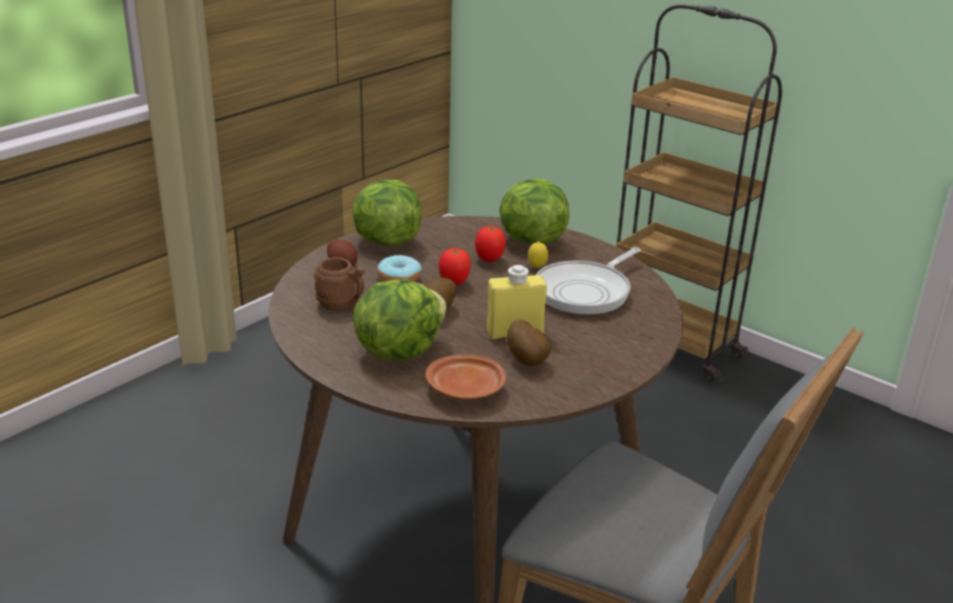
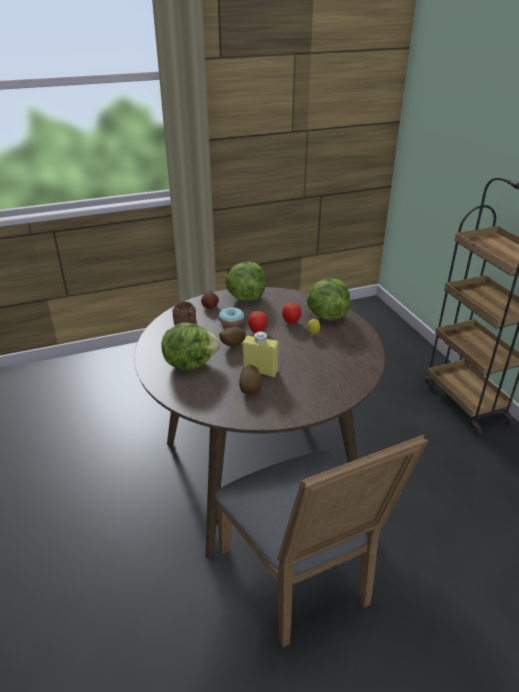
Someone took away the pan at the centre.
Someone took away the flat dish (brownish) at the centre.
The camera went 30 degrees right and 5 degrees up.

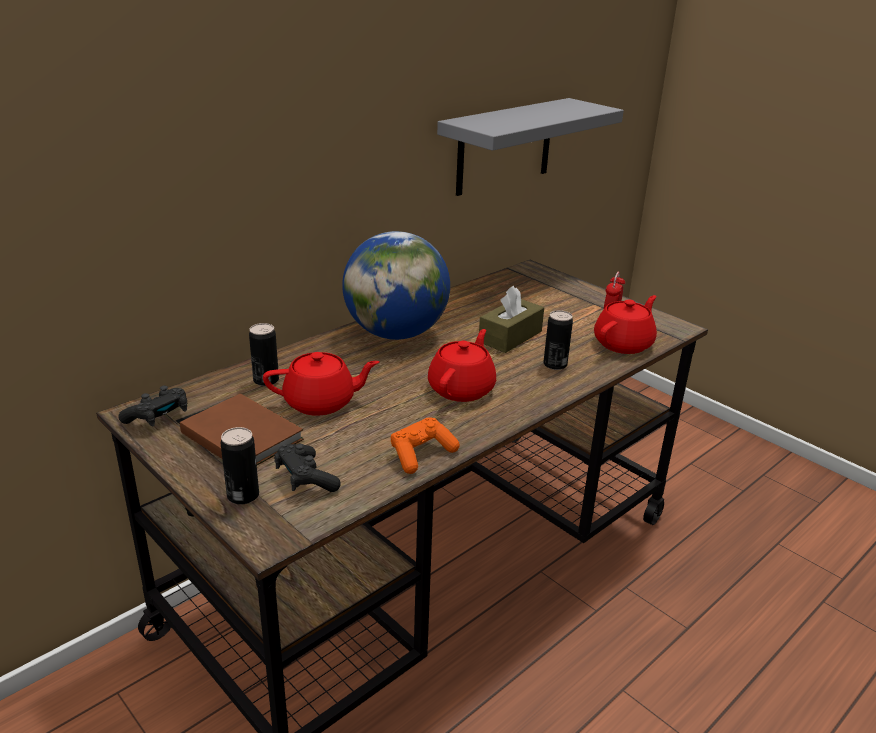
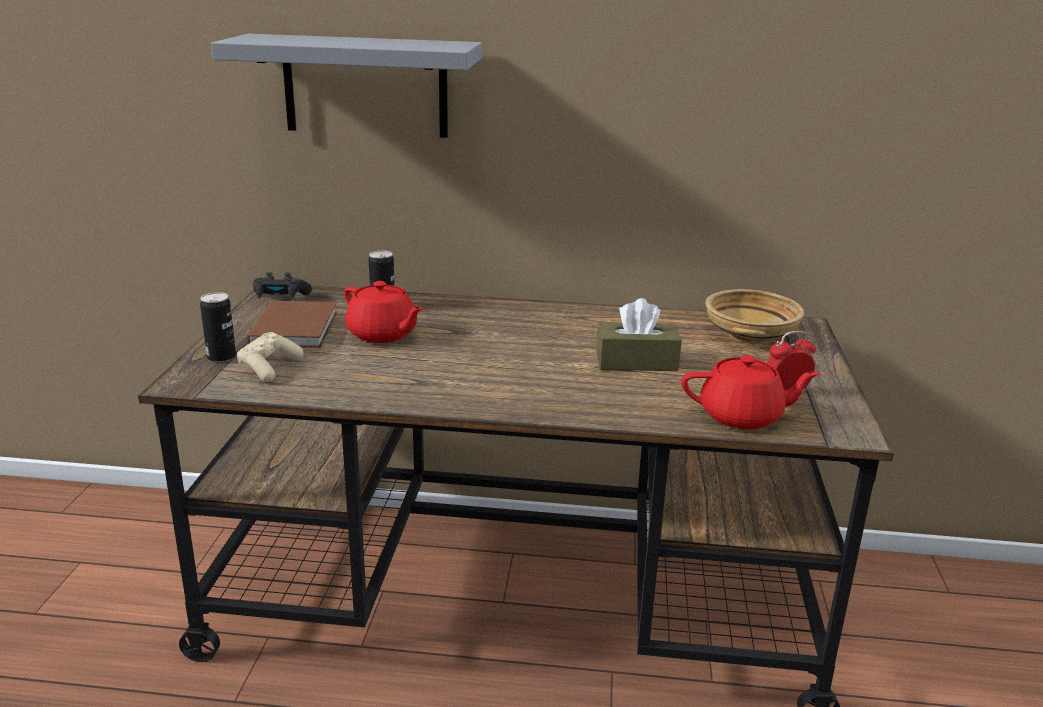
Someone carried the shelf (greyish) from the top centre to the top left.
Someone took away the globe at the centre.
Someone took away the can (3rd from left) at the centre.
Someone took away the pot for tea (red-coloured) (2nd from left) at the centre.
Someone took away the game controller (orange) at the centre.
Someone repainted the game controller (black) (2nd from left) at the centre, which became the game controller (beige-coloured) at the middle left.
Someone put down the deep dish (beige-coloured) at the middle right.
The camera went 50 degrees right and 5 degrees down.

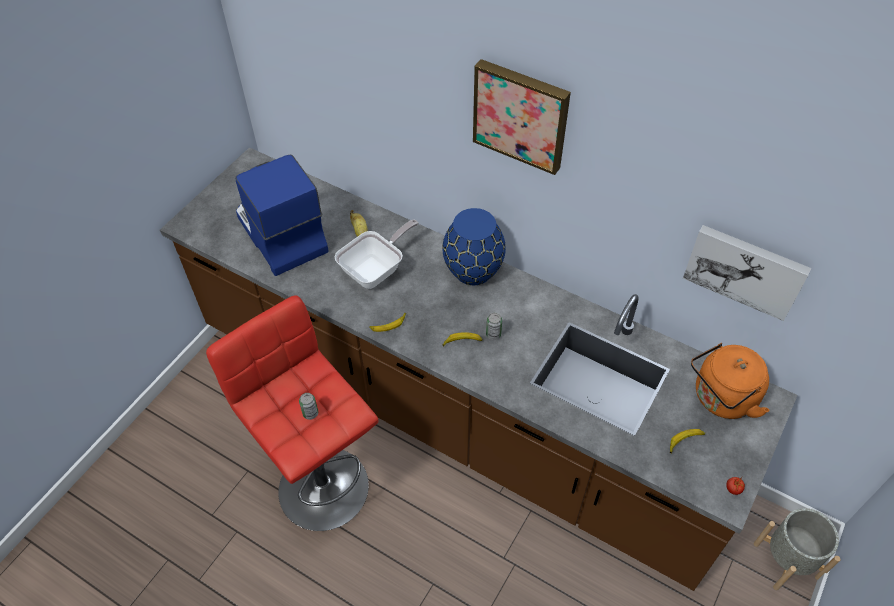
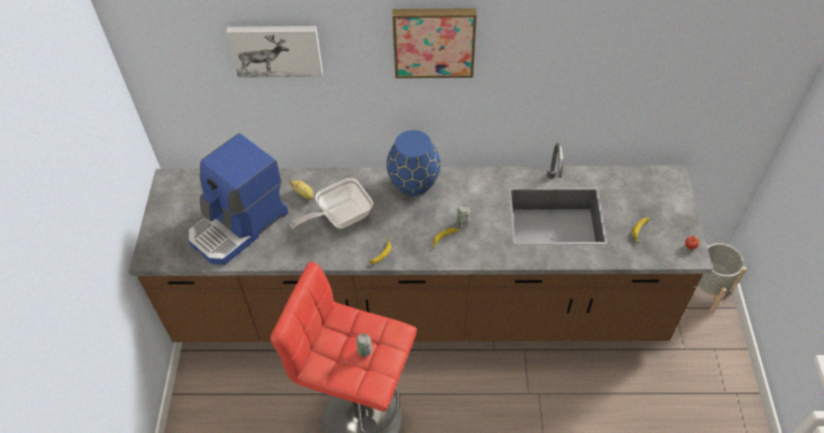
Someone rotated the coffee machine at the middle left by 75 degrees counterclockwise.
Someone rotated the pan at the centre by 135 degrees counterclockwise.
Someone carried the wall art (2nd from left in the first image) from the middle right to the top left.
Someone took away the tea kettle (orange) at the middle right.
The camera went 30 degrees left and 0 degrees up.

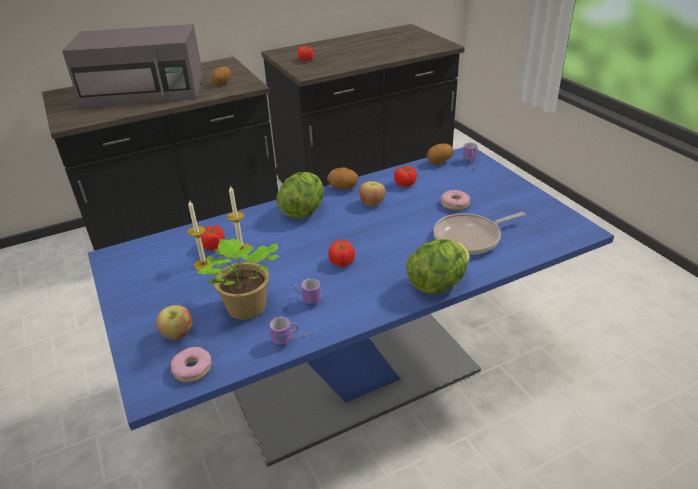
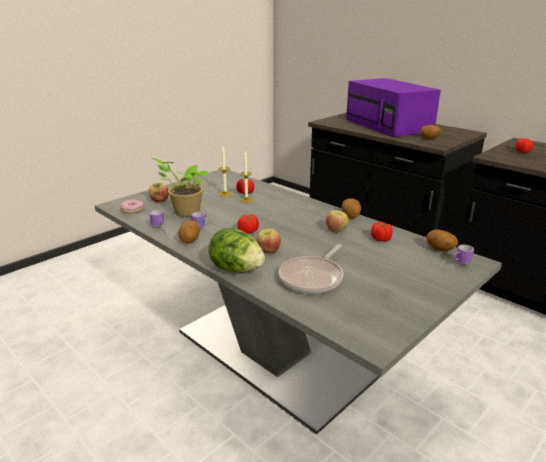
Someone repainted the microwave oven (greyish) at the top left, which became the microwave oven (purple) at the top right.
Someone repainted the kitchen table (blue) at the centre, which became the kitchen table (greyish) at the centre.
Someone took away the lettuce head (1st from left) at the centre.
Someone took away the ring doughnut (2nd from left) at the centre.
Someone rotated the pan at the middle right by 105 degrees counterclockwise.
Someone put down the spud (1st from left) at the centre.
Someone put down the apple fruit (2nd from left) at the centre.
The camera went 70 degrees right and 10 degrees down.

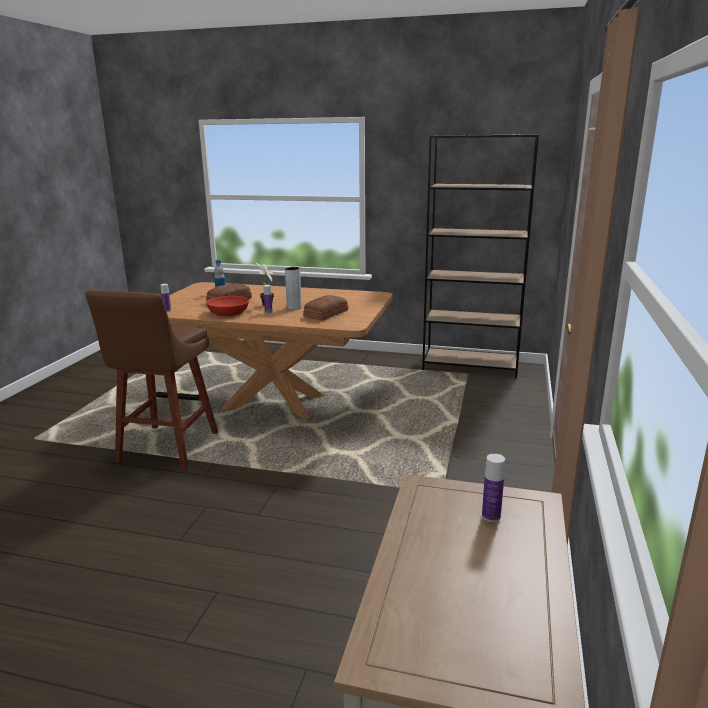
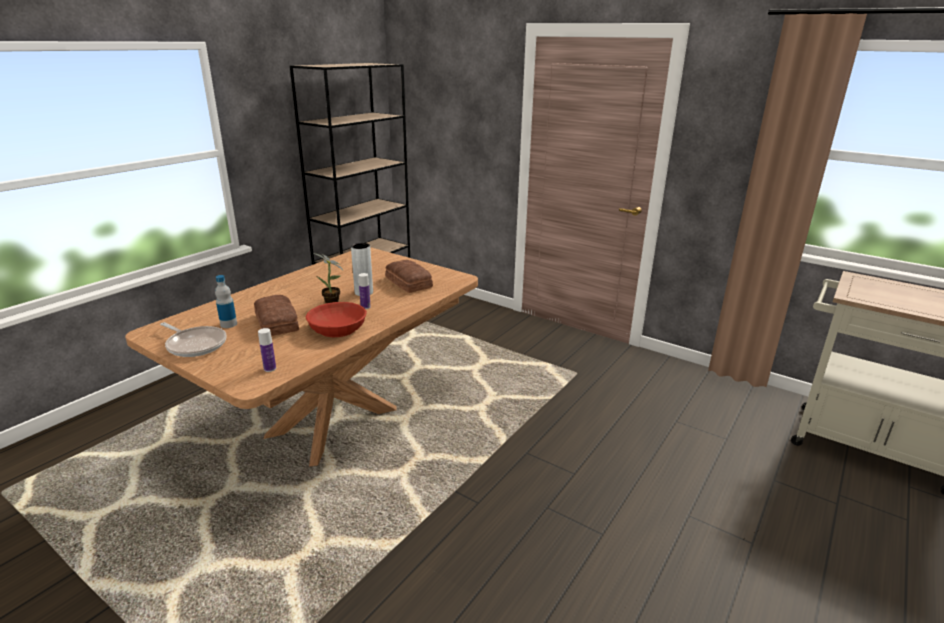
Someone took away the stool (brownish) at the middle left.
Someone took away the beverage bottle (4th from left) at the bottom right.
Someone put down the pan at the middle left.
The camera went 70 degrees left and 5 degrees up.

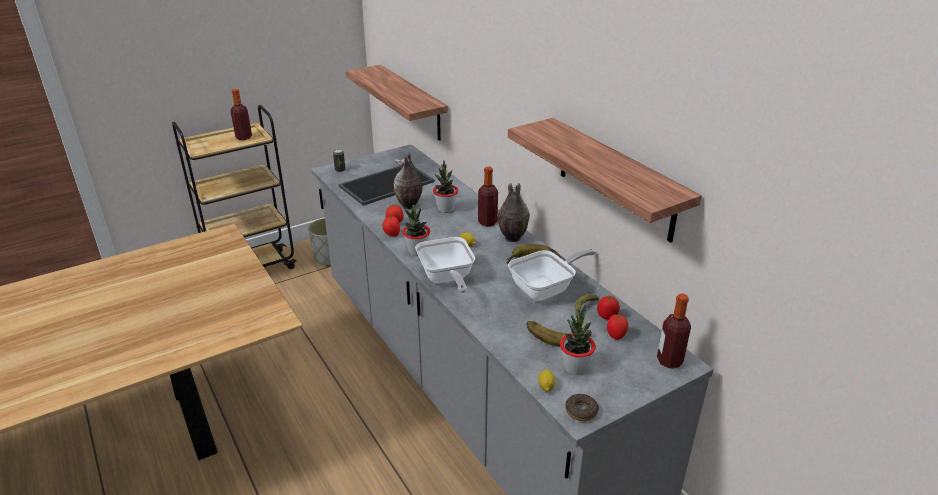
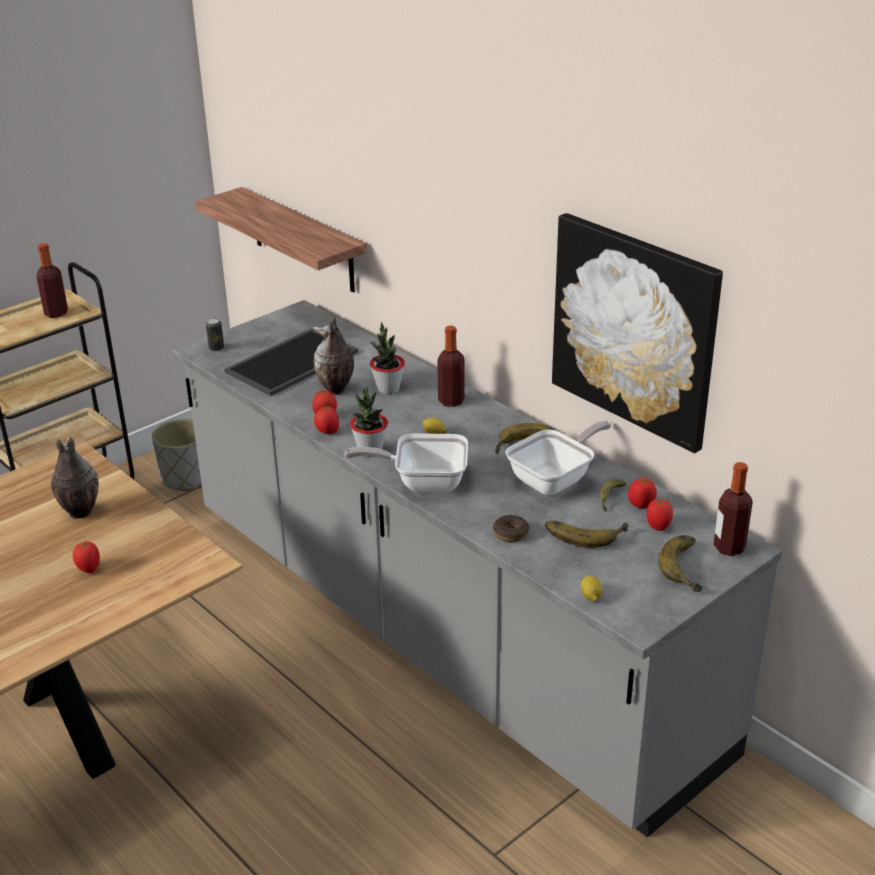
Someone swapped the shelf (2nd from left) at the centre for the wall art at the middle right.
Someone carried the decorative vase (2nd from left in the first image) from the centre to the middle left.
Someone rotated the pan (1st from left) at the centre by 120 degrees clockwise.
Someone took away the houseplant (3rd from left) at the bottom centre.
Someone carried the ring doughnut from the bottom centre to the centre.
Someone put down the whole banana (4th from left) at the middle right.
Someone put down the tomato (1st from left) at the middle left.
The camera went 10 degrees left and 0 degrees up.

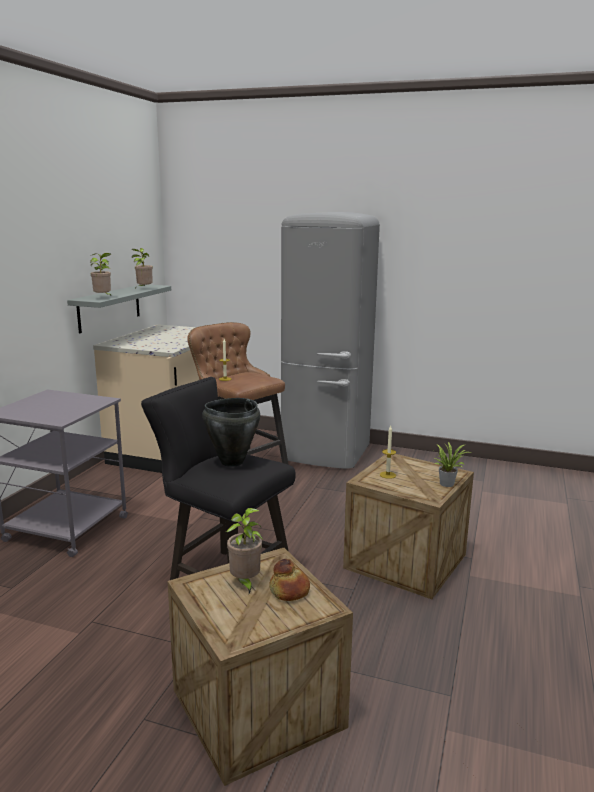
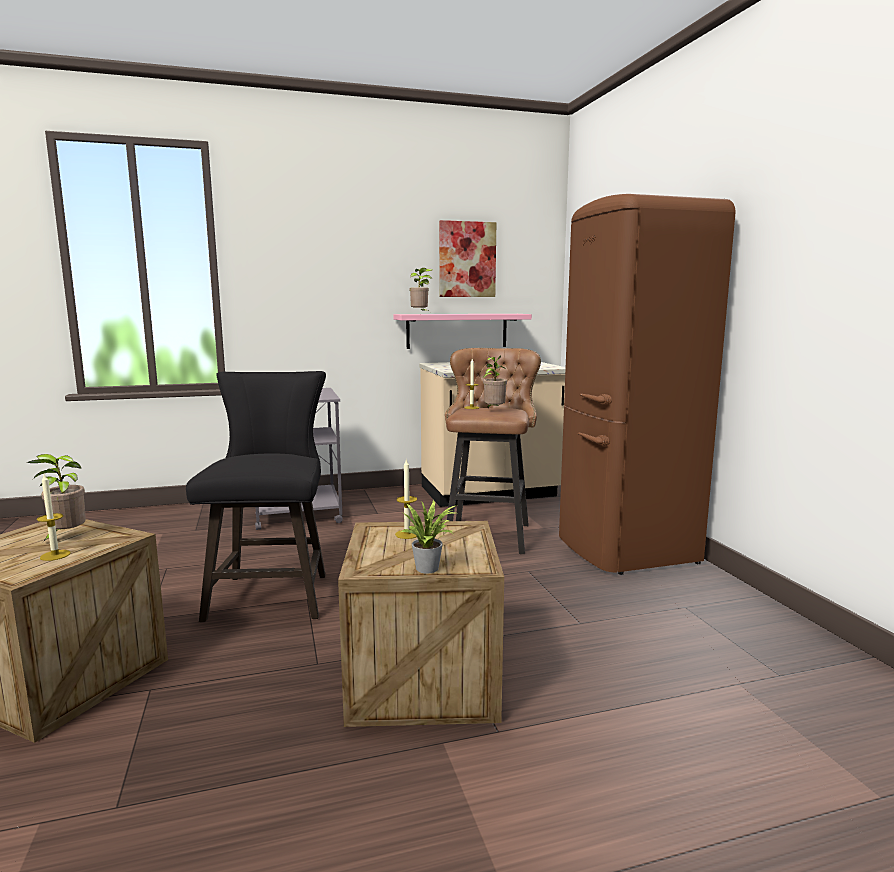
Someone repainted the kitchen fridge (greyish) at the centre, which became the kitchen fridge (brownish) at the middle right.
Someone carried the houseplant (2nd from left in the first image) from the middle left to the centre.
Someone repainted the shelf (greyish) at the middle left, which became the shelf (pink) at the centre.
Someone took away the saucepot (black) at the centre.
Someone swapped the bakery bread at the bottom centre for the wax light (1st from left) at the middle left.
Someone put up the wall art at the top centre.
The camera went 55 degrees right and 5 degrees down.

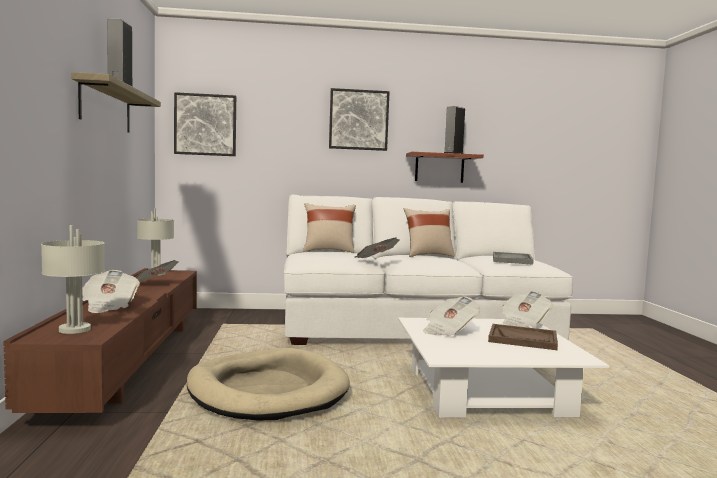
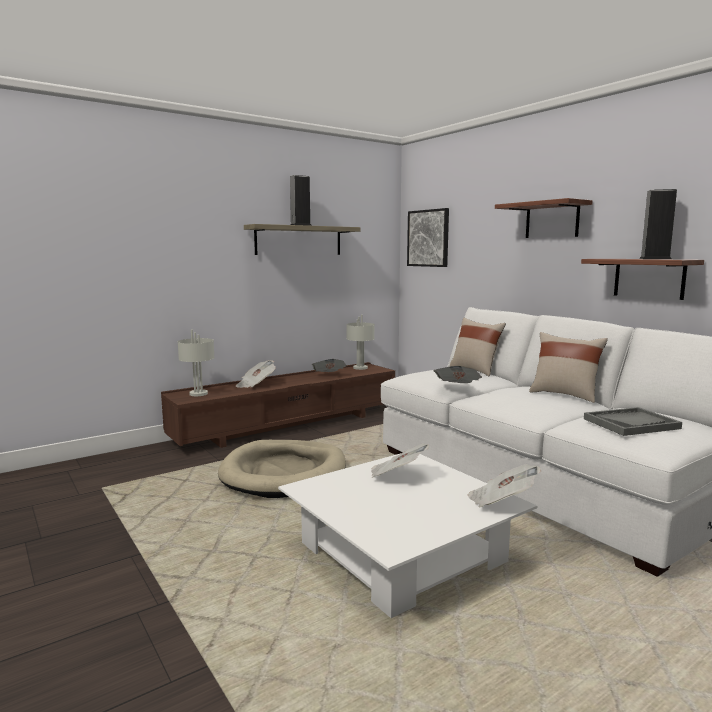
Someone swapped the wall art (2nd from left) at the top centre for the shelf (2nd from left) at the top right.
Someone took away the carrying tray (brownish) at the bottom right.
The camera went 60 degrees right and 5 degrees up.

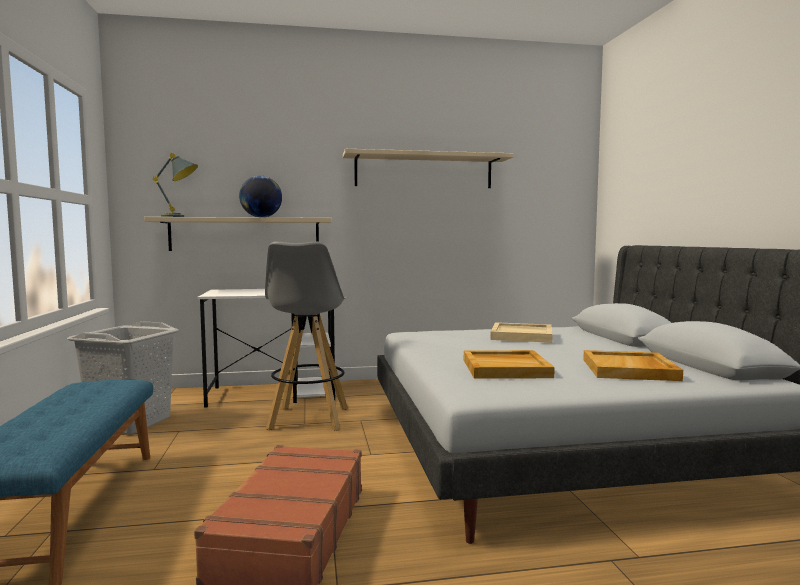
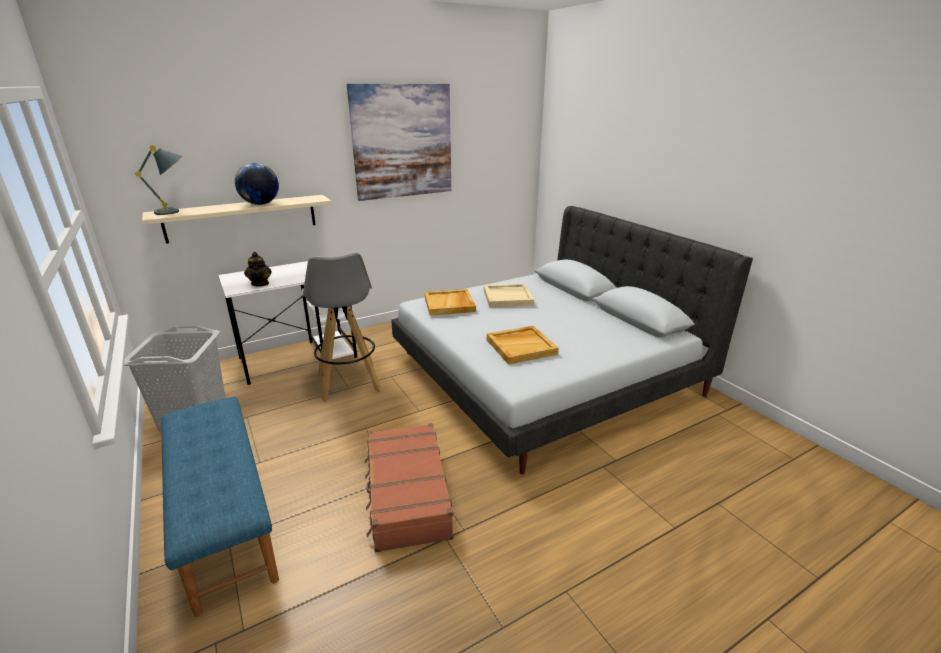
Someone swapped the shelf (beige-coloured) (2nd from left) at the top centre for the wall art at the top centre.
Someone carried the carrying tray (beige-coloured) (3rd from left in the first image) from the middle right to the centre.
Someone put down the pot for tea at the middle left.
The camera went 20 degrees left and 20 degrees up.

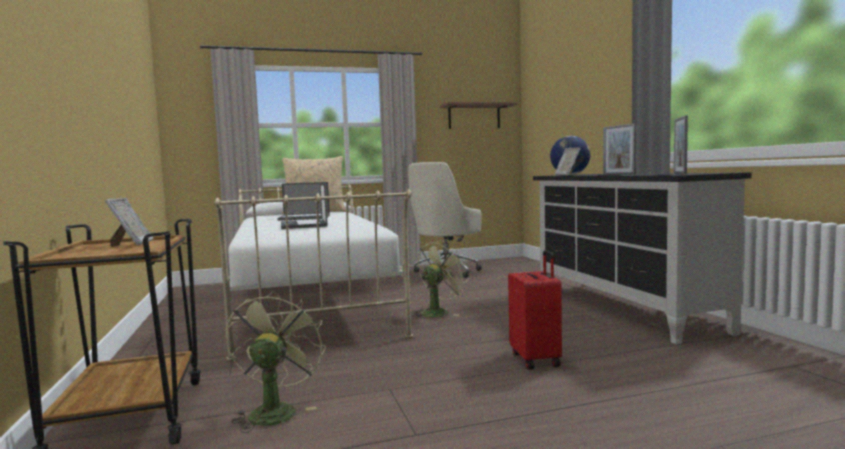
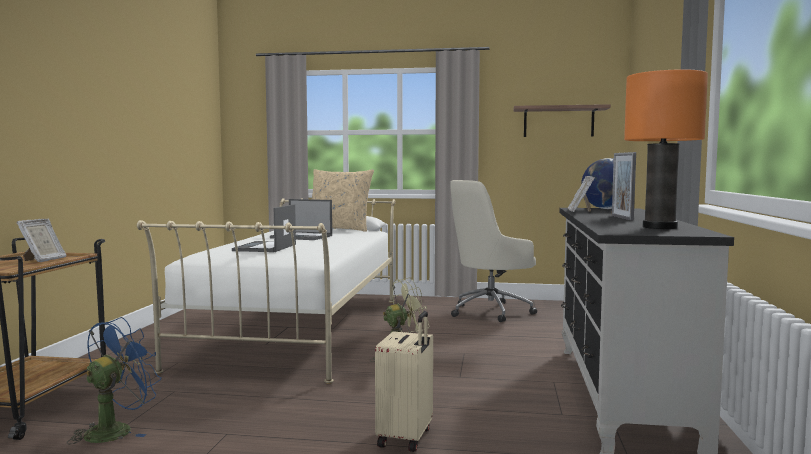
Someone swapped the photo frame (4th from left) at the top right for the table lamp (orange) at the top right.
Someone repainted the piece of luggage (red-coloured) at the bottom centre, which became the piece of luggage (beige-coloured) at the bottom centre.
Someone repainted the electric fan (greenish) (1st from left) at the bottom left, which became the electric fan (blue) at the bottom left.
The camera went 25 degrees right and 0 degrees up.

